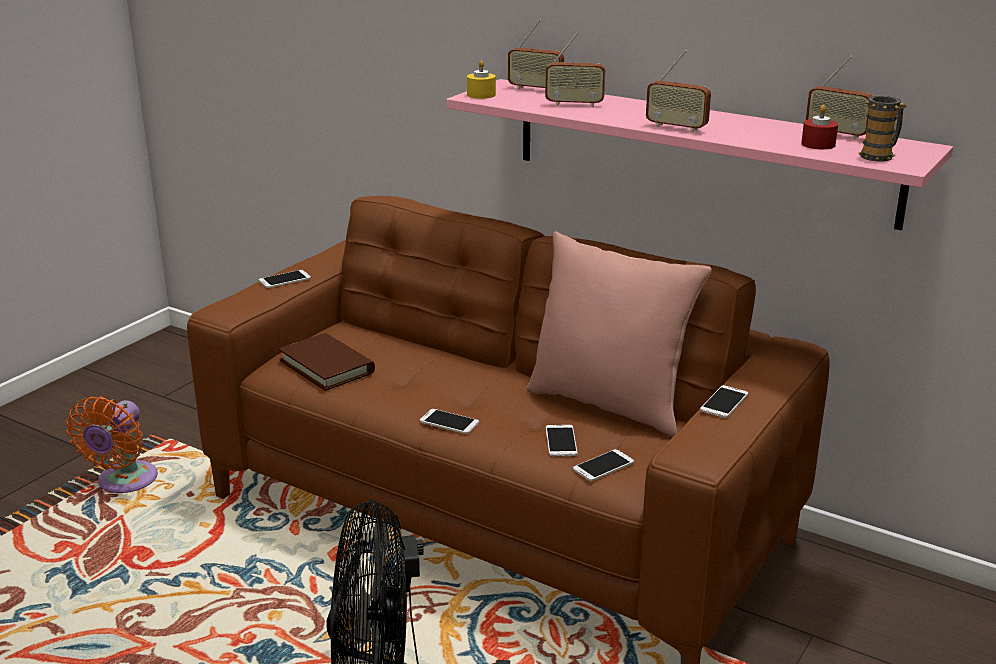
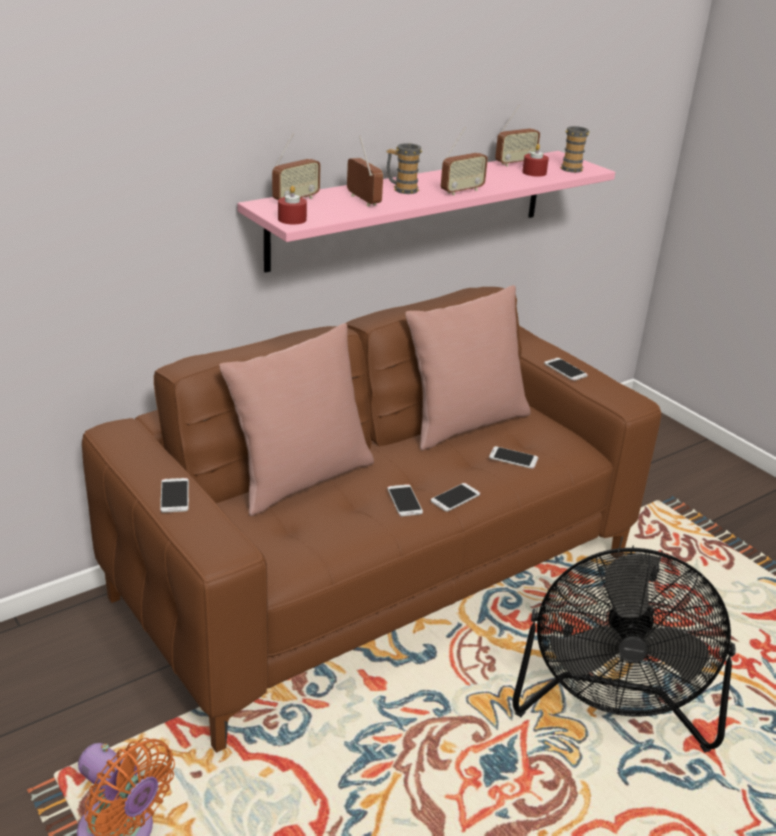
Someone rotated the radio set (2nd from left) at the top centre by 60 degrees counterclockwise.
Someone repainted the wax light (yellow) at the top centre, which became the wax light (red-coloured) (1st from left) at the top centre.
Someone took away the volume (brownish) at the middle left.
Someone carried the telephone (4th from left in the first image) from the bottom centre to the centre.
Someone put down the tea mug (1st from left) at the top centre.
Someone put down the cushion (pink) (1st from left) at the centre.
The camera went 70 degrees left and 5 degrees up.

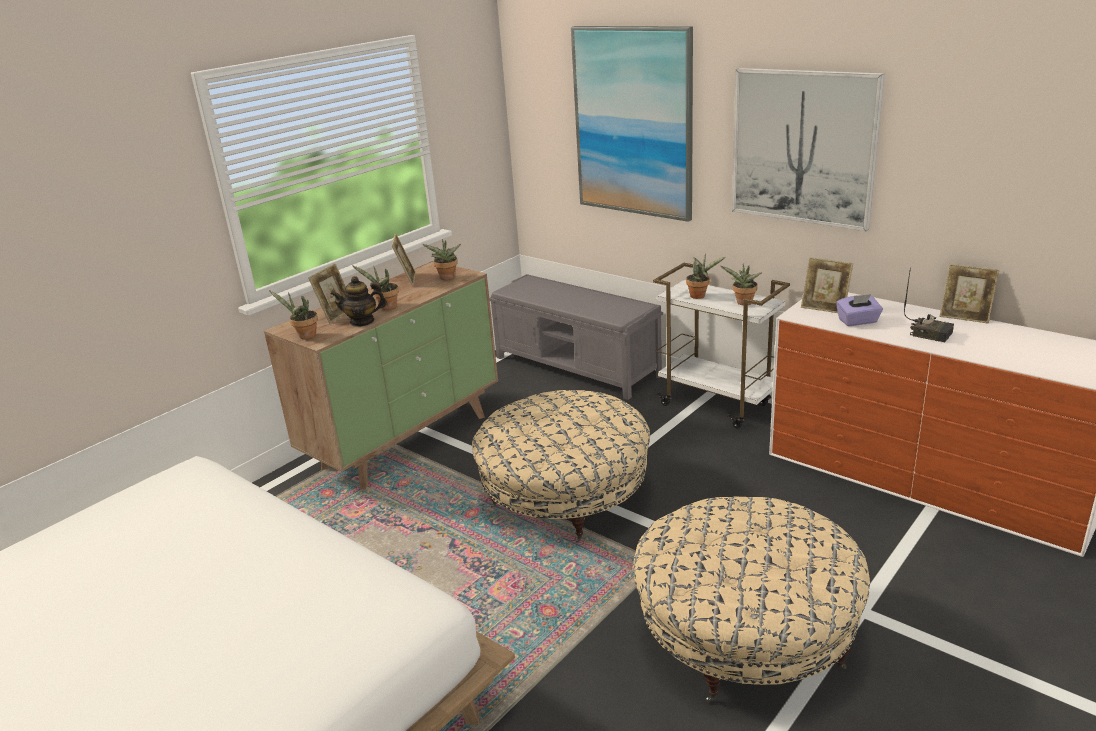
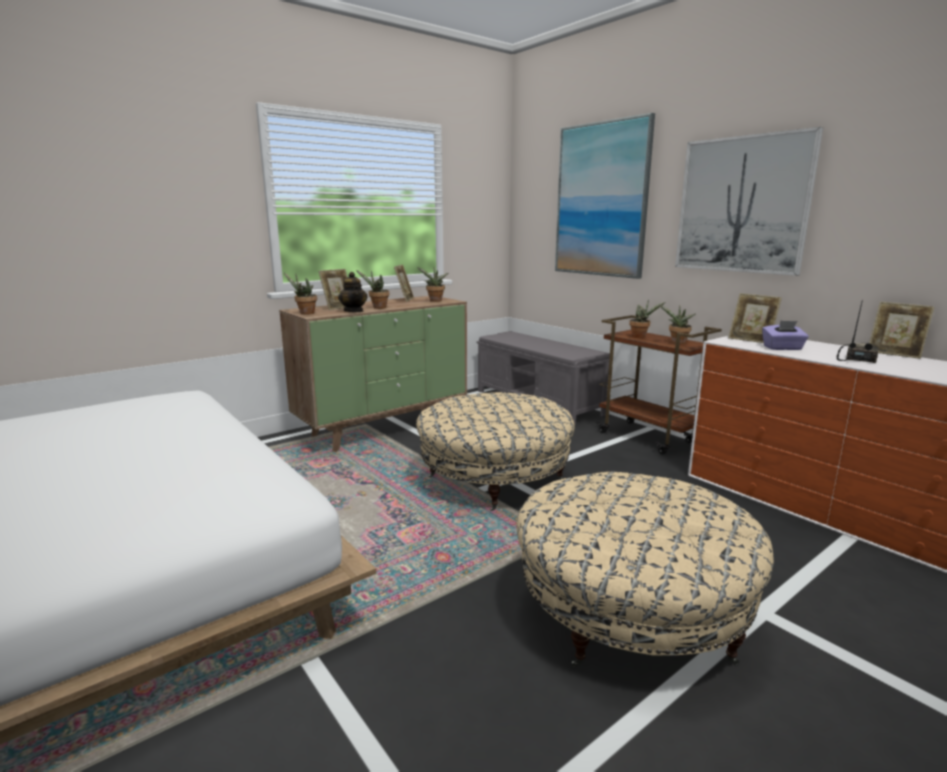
Someone repainted the cart (white-coloured) at the centre, which became the cart (brownish) at the middle right.
Someone rotated the radio set at the middle right by 105 degrees counterclockwise.
Someone rotated the pot for tea at the middle left by 120 degrees counterclockwise.
The camera went 10 degrees right and 10 degrees down.

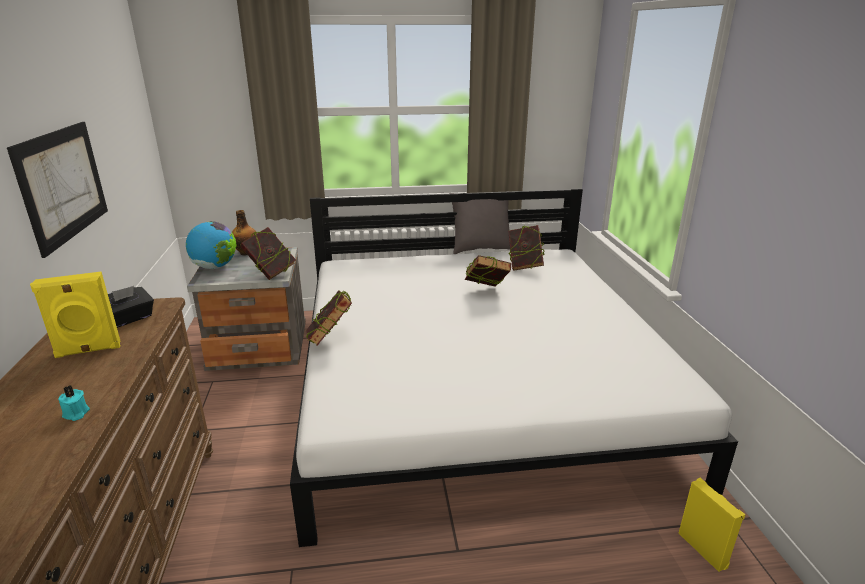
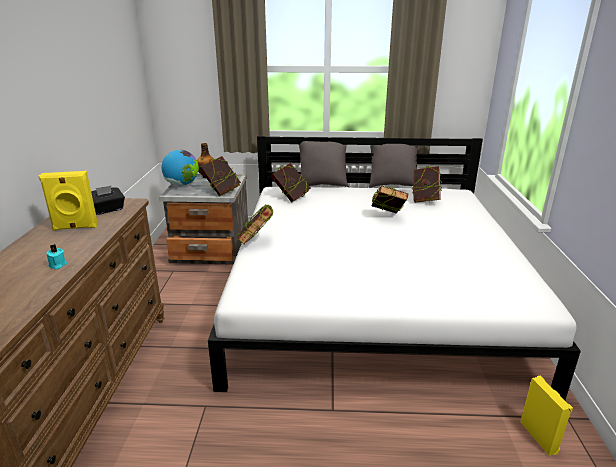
Someone took away the wall art at the top left.
Someone put down the cushion (greyish) (1st from left) at the centre.
Someone put down the volume (3rd from left) at the centre.
The camera went 10 degrees right and 0 degrees up.

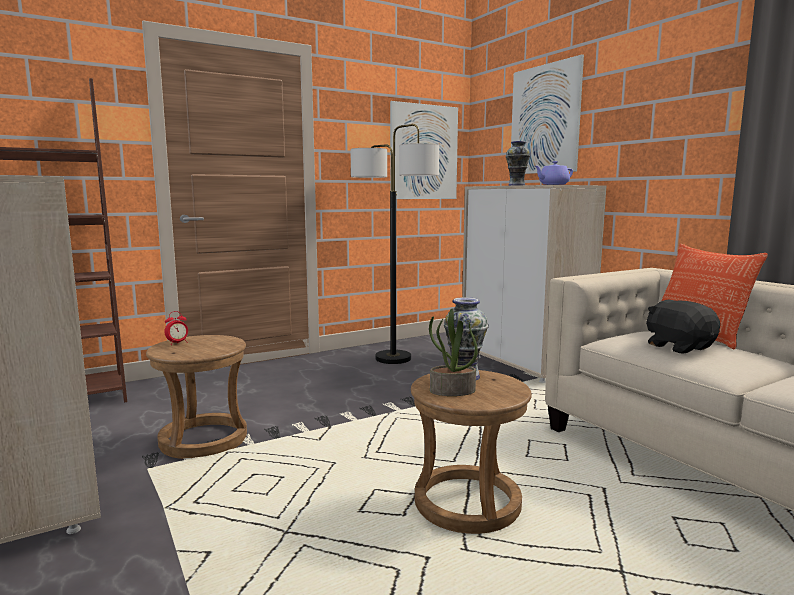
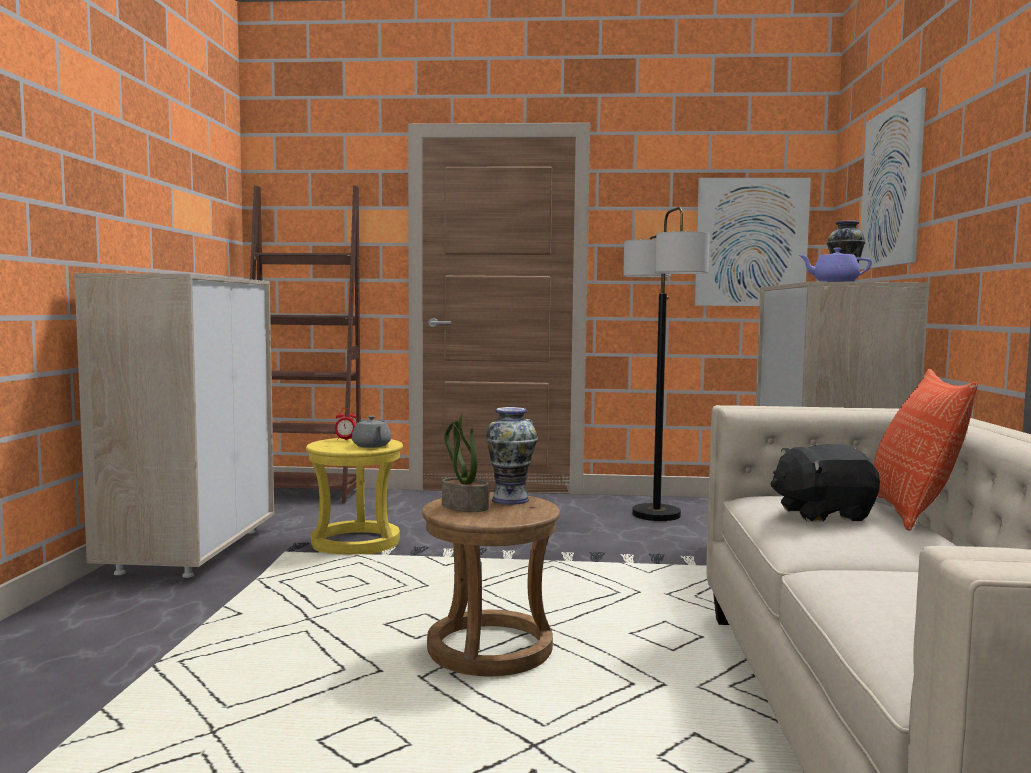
Someone rotated the plush toy (black) at the middle right by 105 degrees counterclockwise.
Someone repainted the stool (brownish) (1st from left) at the bottom left, which became the stool (yellow) at the centre.
Someone put down the pot for tea (greyish) at the centre.
The camera went 35 degrees right and 5 degrees down.

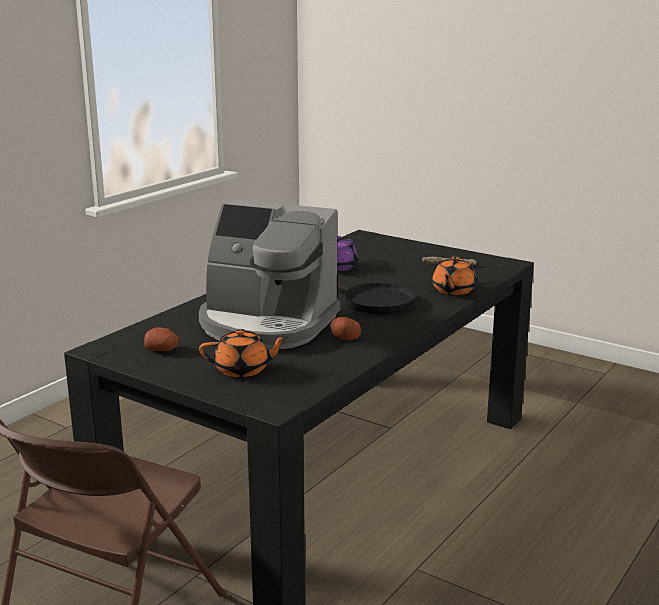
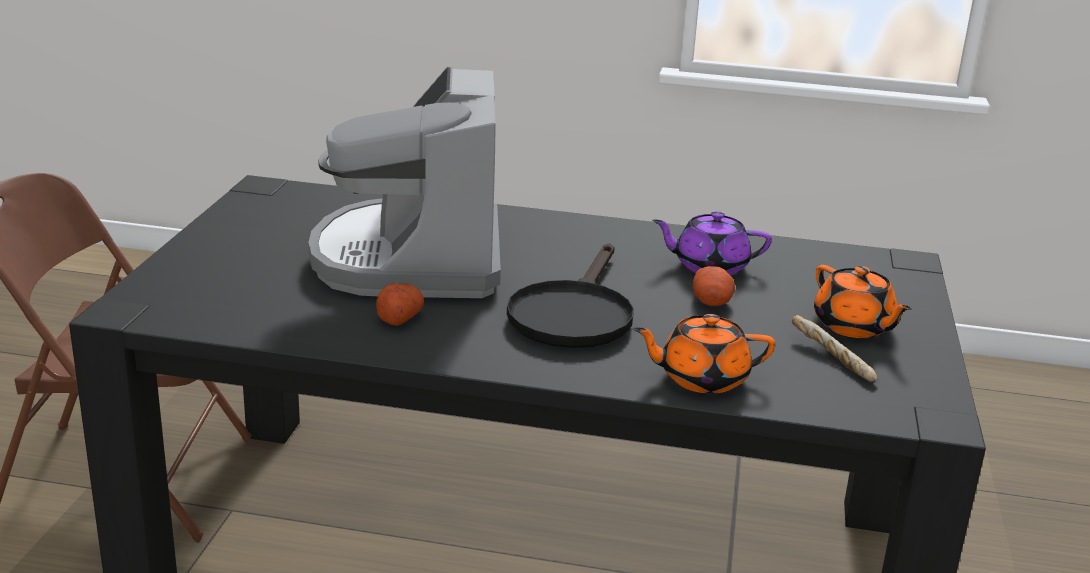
Someone carried the spud (1st from left in the first image) from the middle left to the centre.
Someone carried the pot for tea (orange) (1st from left in the first image) from the centre to the middle right.
The camera went 65 degrees right and 5 degrees up.

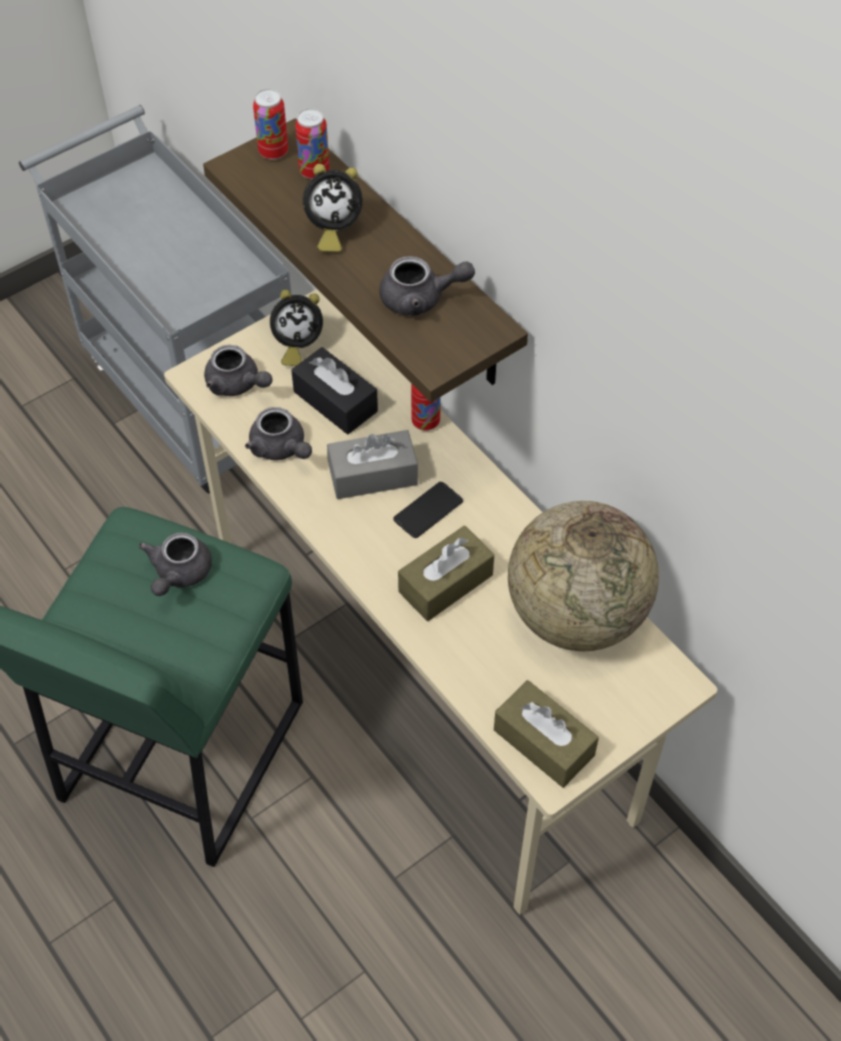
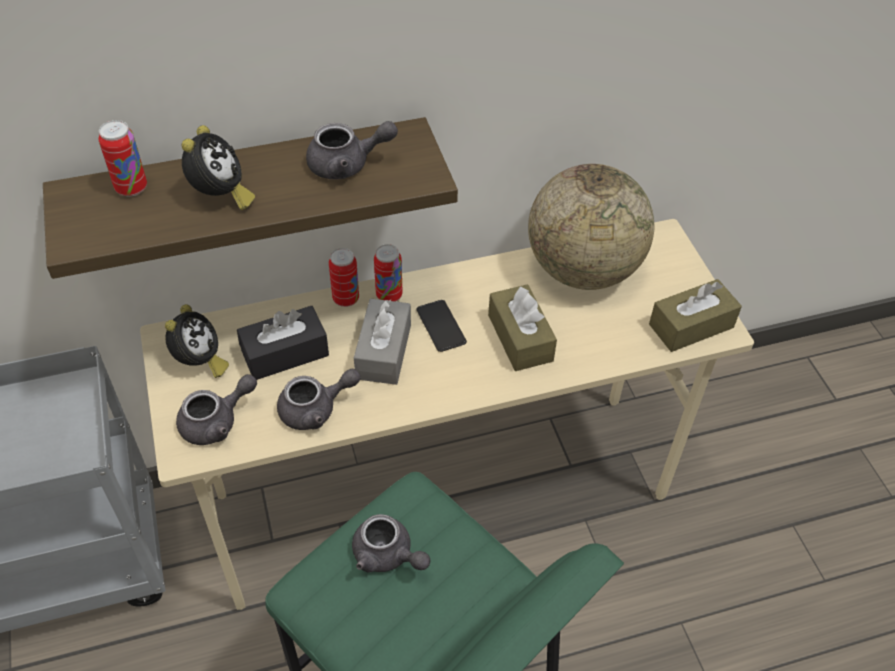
Someone carried the can (1st from left in the first image) from the top left to the centre.
Someone rotated the pot for tea (greyish) (4th from left in the first image) at the top centre by 60 degrees clockwise.
The camera went 70 degrees left and 5 degrees down.

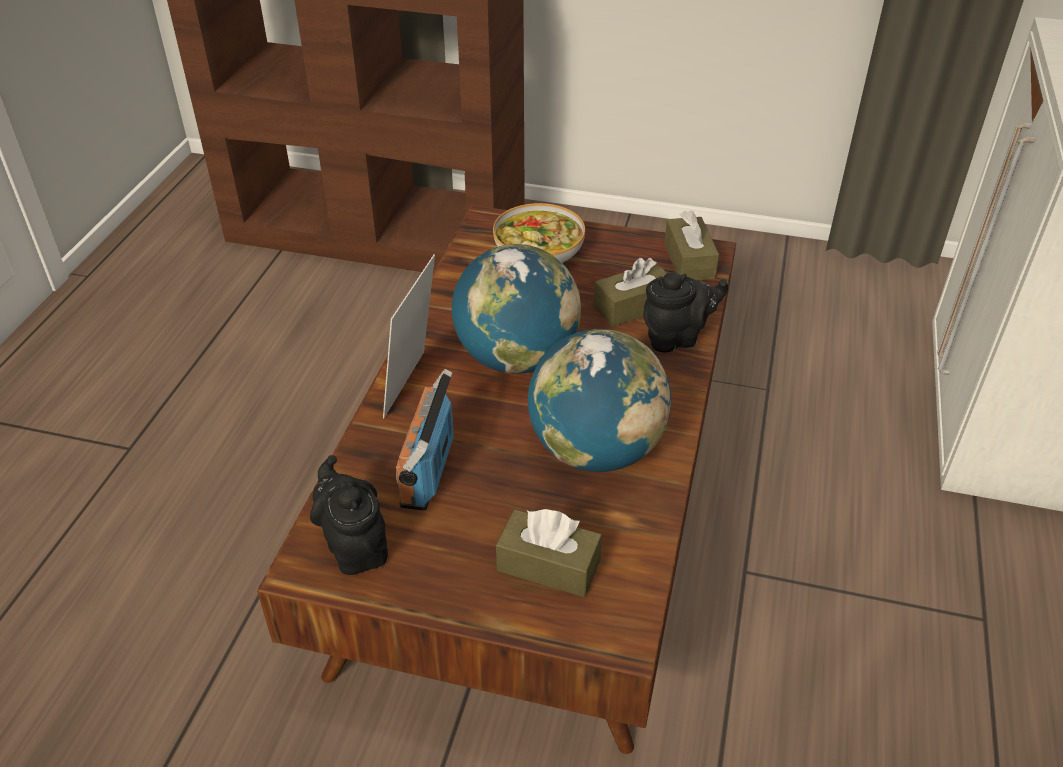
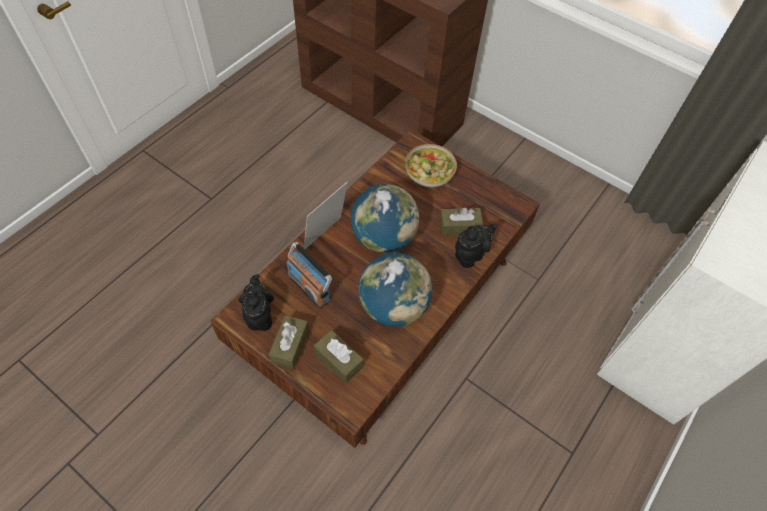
Someone carried the box of tissues (brownish) (3rd from left in the first image) from the top centre to the bottom centre.
Someone rotated the pot for tea (black) (2nd from left) at the centre by 45 degrees counterclockwise.
Someone rotated the radio set at the centre by 75 degrees counterclockwise.
The camera went 20 degrees right and 15 degrees up.

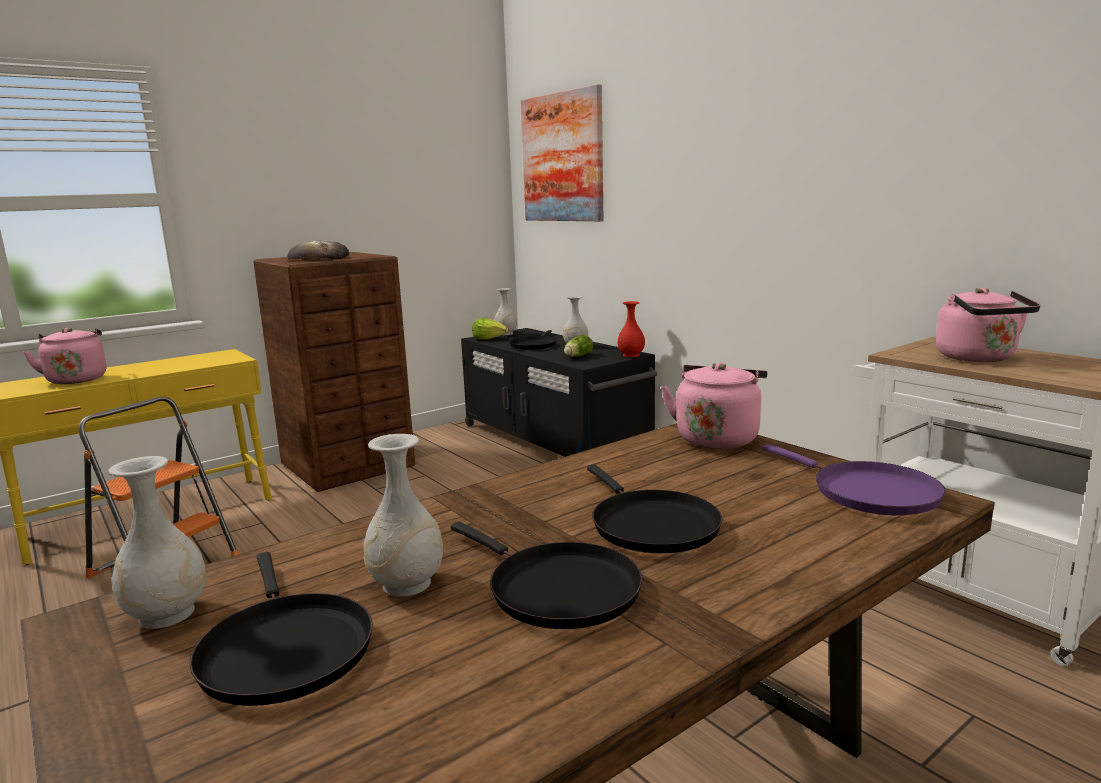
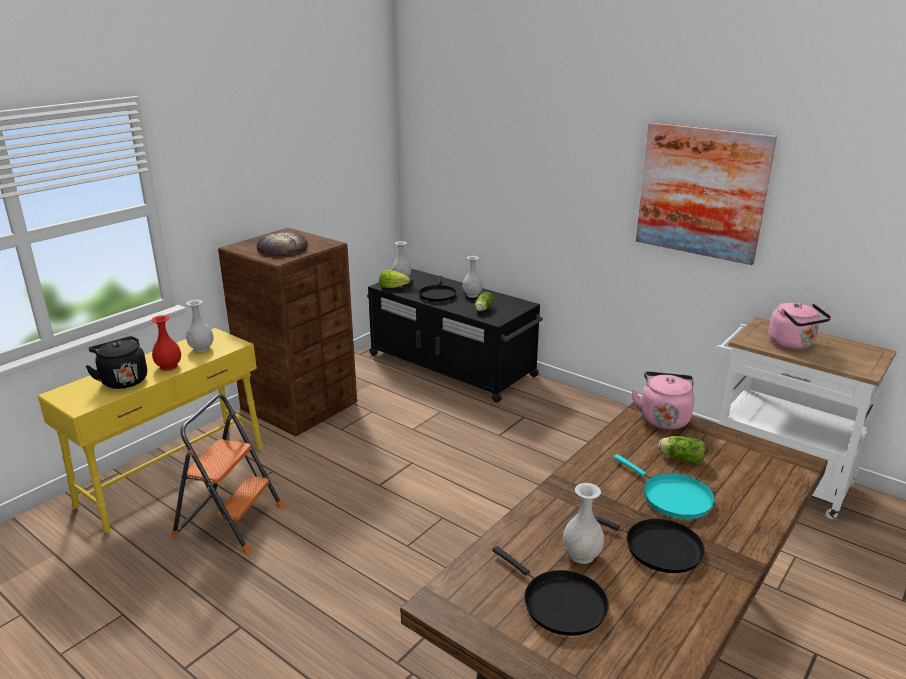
Someone carried the wall art from the top centre to the top right.
Someone carried the decorative vase (red-coloured) from the centre to the middle left.
Someone repainted the tea kettle (pink) (1st from left) at the middle left, which became the tea kettle (black) at the middle left.
Someone took away the pan (purple) at the middle right.
Someone carried the decorative vase (white-coloured) (1st from left) from the bottom left to the middle left.
Someone repainted the pan (black) (4th from left) at the centre, which became the pan (turquoise) at the bottom right.
Someone put down the lettuce head (3rd from left) at the middle right.
The camera went 15 degrees left and 10 degrees up.

